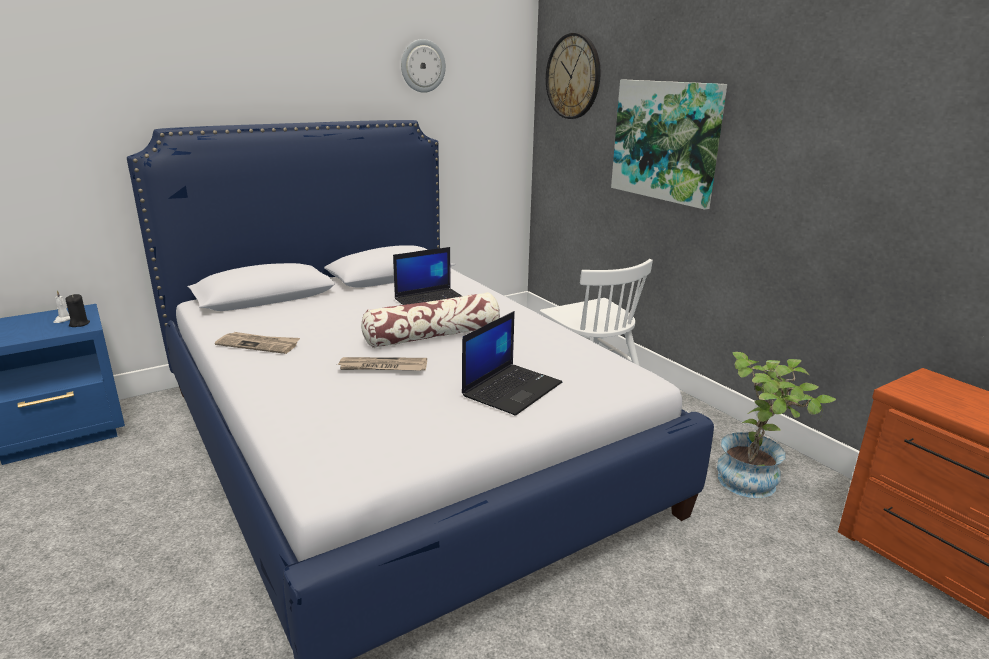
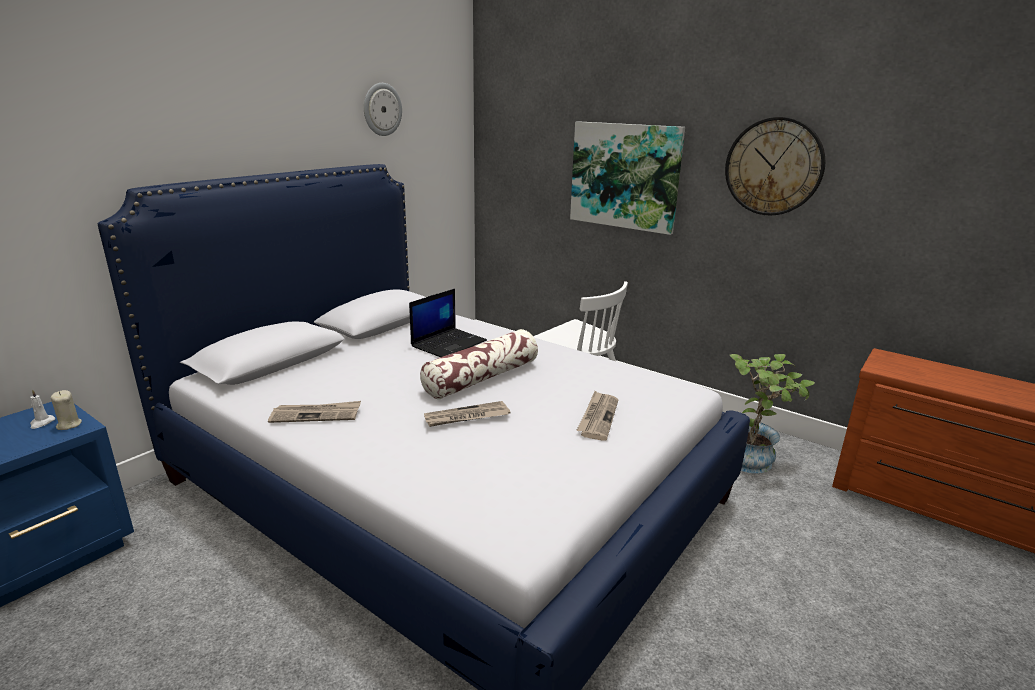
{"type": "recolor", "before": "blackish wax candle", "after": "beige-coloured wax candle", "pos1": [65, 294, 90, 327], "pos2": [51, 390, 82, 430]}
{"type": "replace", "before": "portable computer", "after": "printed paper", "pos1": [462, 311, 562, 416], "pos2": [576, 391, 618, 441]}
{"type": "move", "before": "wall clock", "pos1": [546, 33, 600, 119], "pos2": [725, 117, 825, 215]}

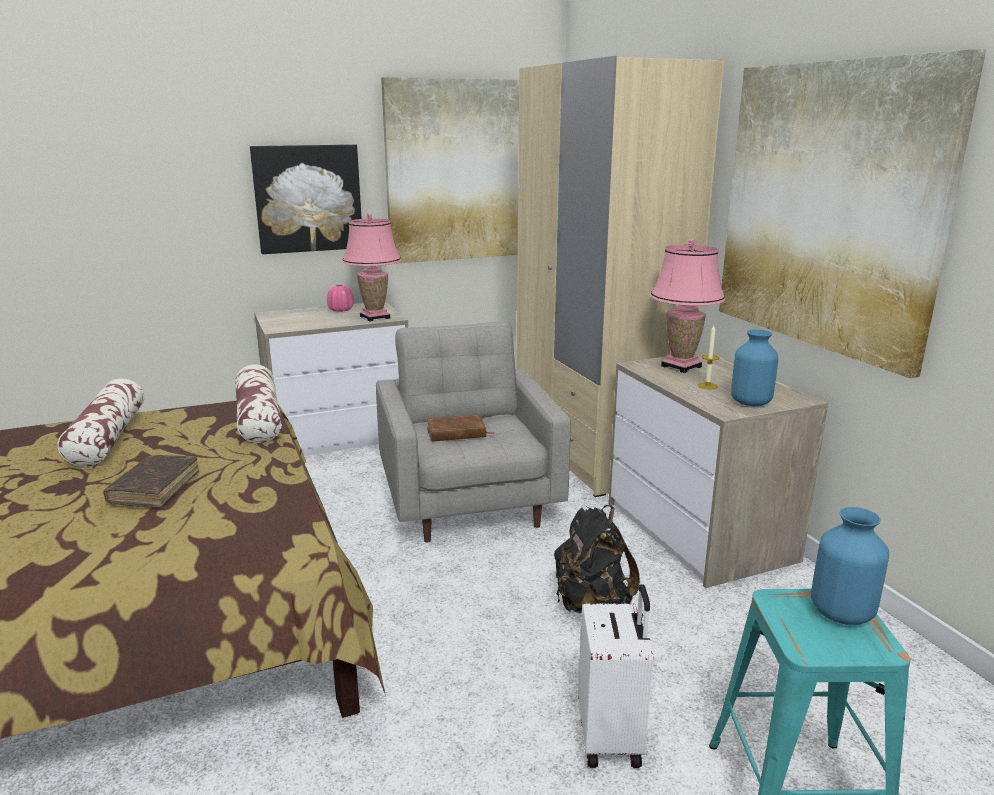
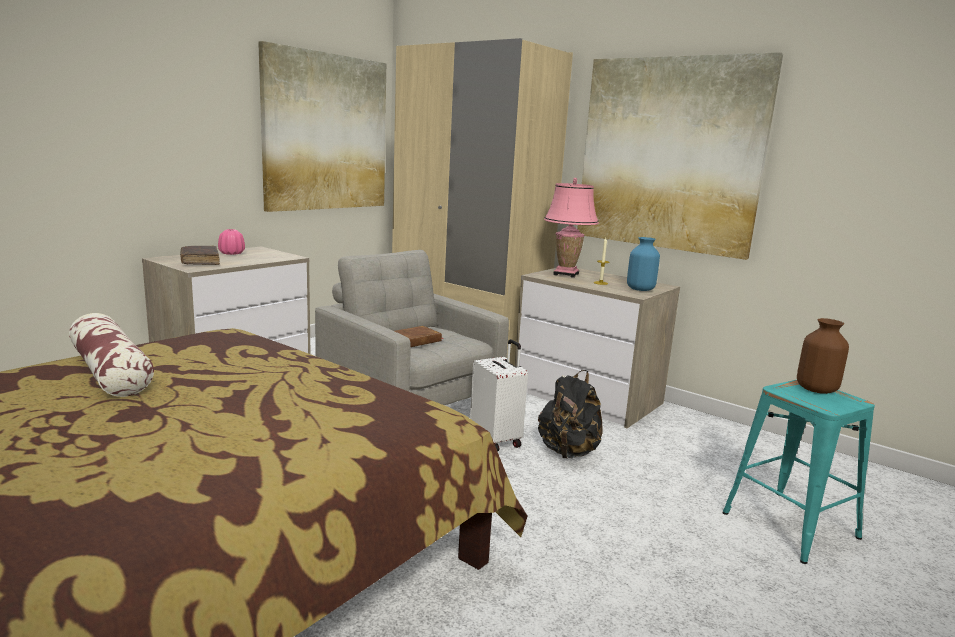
{"type": "move", "before": "brown bound book", "pos1": [103, 455, 199, 508], "pos2": [180, 246, 220, 265]}
{"type": "delete", "before": "cushion", "pos1": [235, 365, 282, 443]}
{"type": "delete", "before": "picture", "pos1": [250, 144, 362, 254]}
{"type": "delete", "before": "pink-coloured lamp for a table", "pos1": [342, 213, 401, 322]}
{"type": "move", "before": "whitish suitcase", "pos1": [578, 584, 654, 768], "pos2": [470, 339, 528, 452]}
{"type": "recolor", "before": "bluish flower vase", "after": "brown flower vase", "pos1": [811, 507, 889, 625], "pos2": [797, 318, 849, 394]}

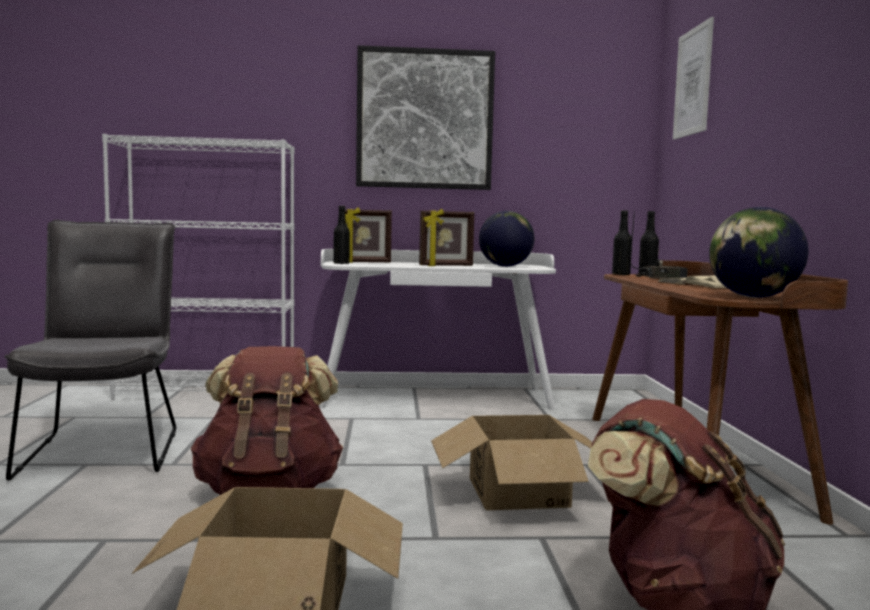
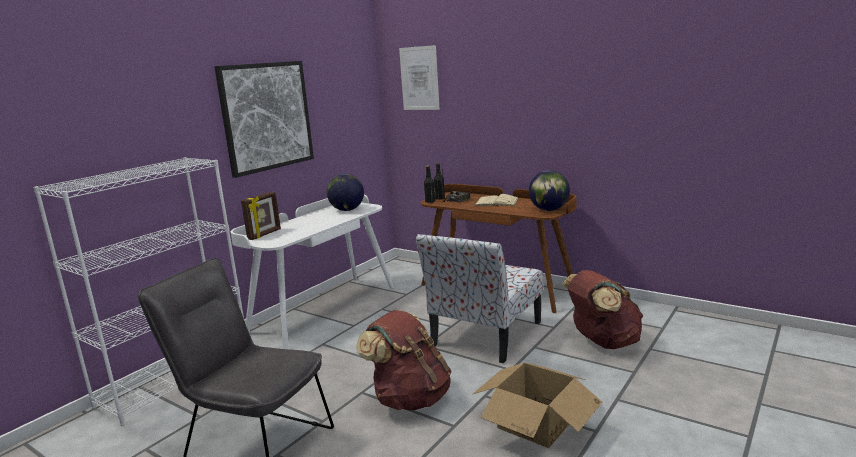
{"type": "delete", "before": "blackish drink bottle", "pos1": [333, 206, 350, 264]}
{"type": "delete", "before": "standing frame", "pos1": [419, 209, 474, 266]}
{"type": "replace", "before": "cardboard box", "after": "chair", "pos1": [431, 415, 592, 510], "pos2": [416, 234, 543, 363]}

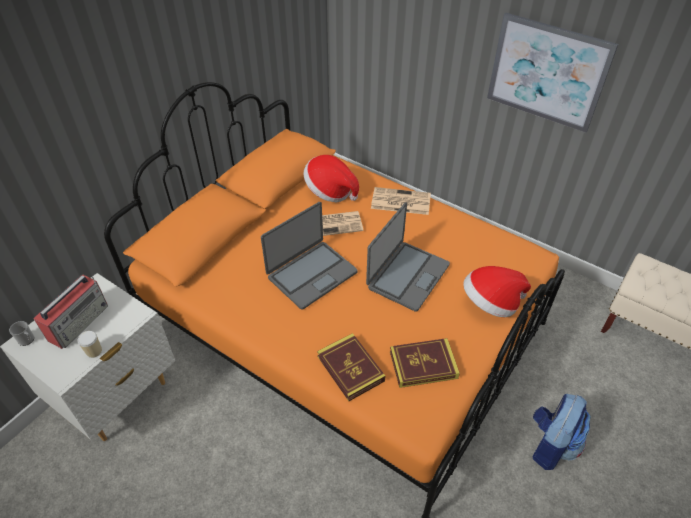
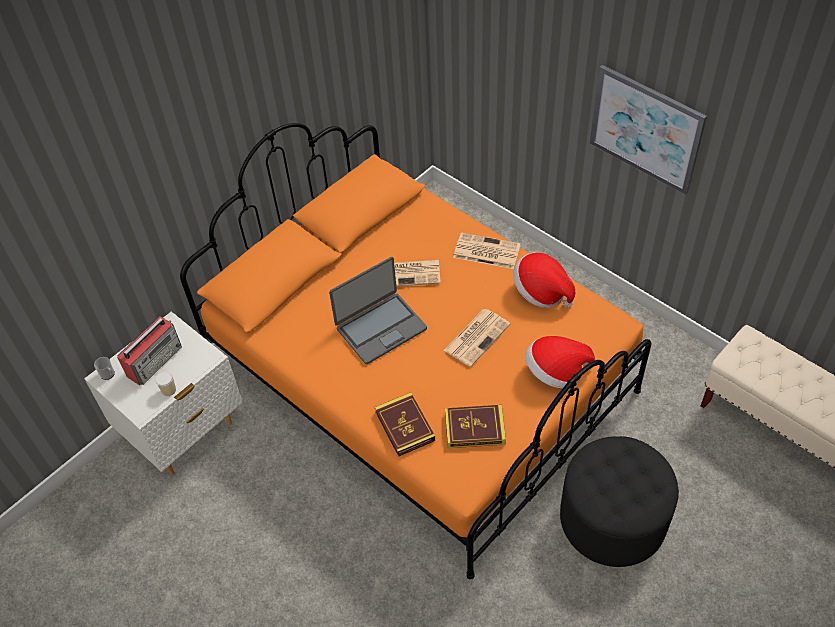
{"type": "move", "before": "hat", "pos1": [304, 155, 359, 202], "pos2": [513, 253, 575, 308]}
{"type": "replace", "before": "portable computer", "after": "printed paper", "pos1": [366, 203, 450, 312], "pos2": [443, 309, 510, 367]}
{"type": "replace", "before": "backpack", "after": "blackish ottoman", "pos1": [532, 394, 591, 470], "pos2": [560, 436, 679, 567]}

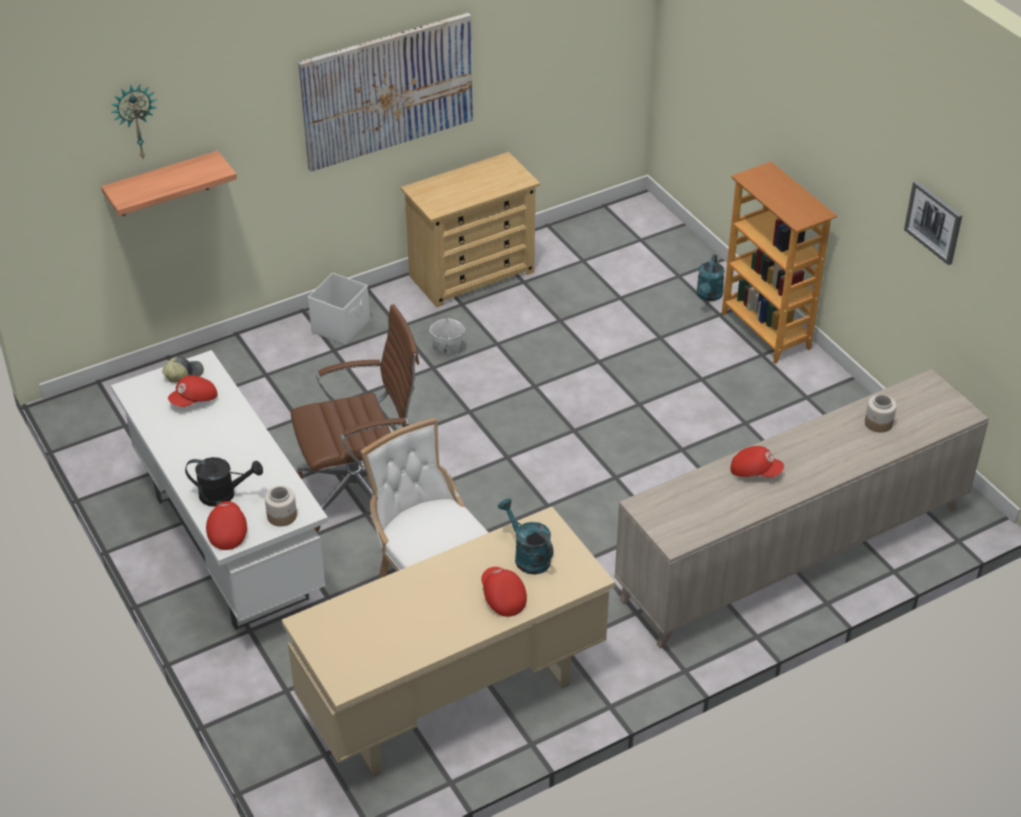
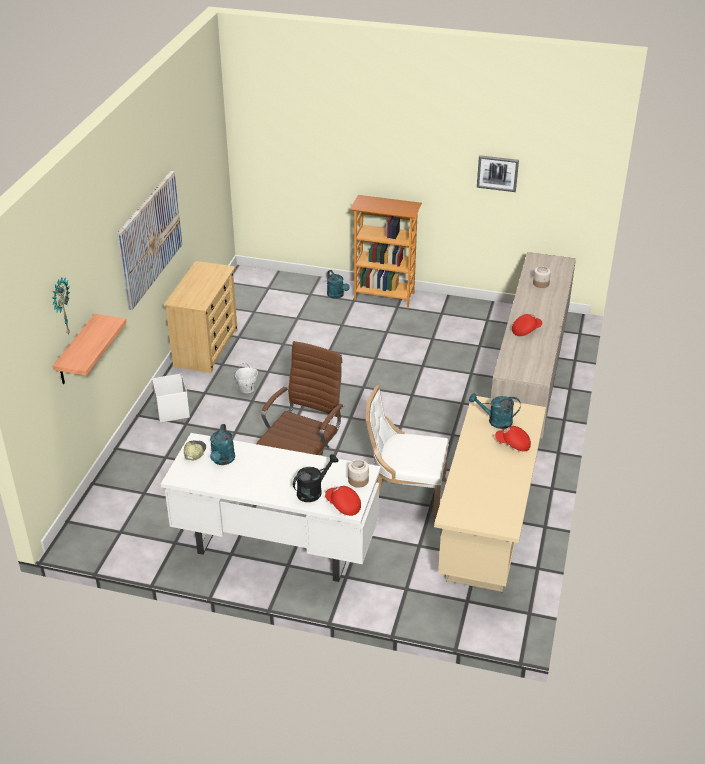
{"type": "replace", "before": "red peaked cap", "after": "blue-green sprinkling can", "pos1": [168, 375, 218, 407], "pos2": [210, 424, 235, 465]}

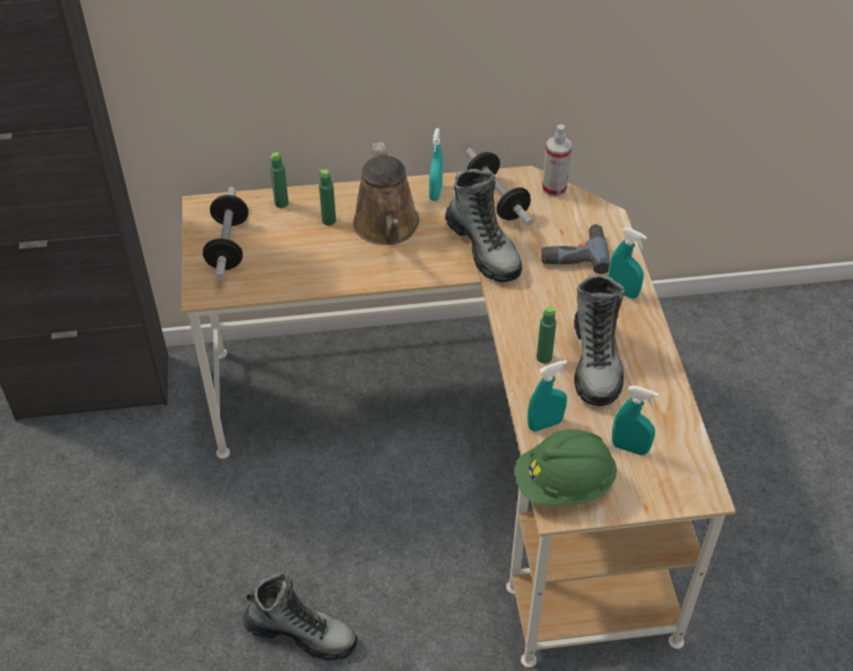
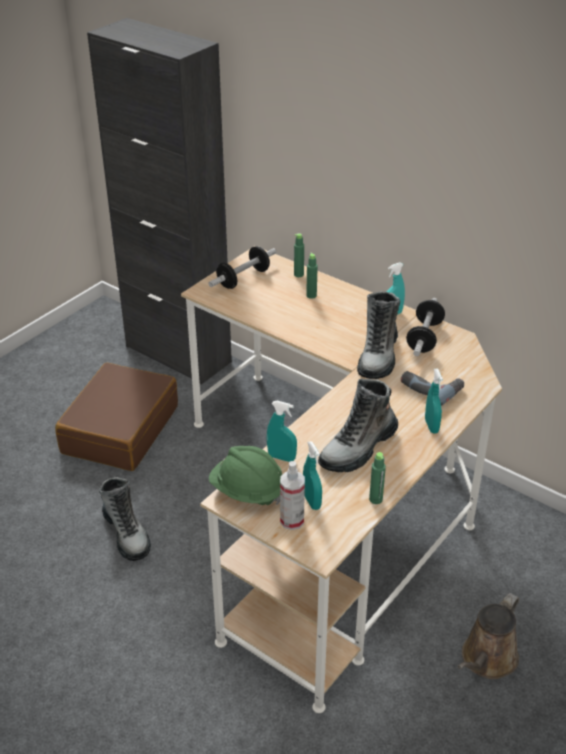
{"type": "move", "before": "brown sprinkling can", "pos1": [353, 142, 419, 245], "pos2": [458, 593, 519, 679]}
{"type": "move", "before": "greenish drink bottle", "pos1": [537, 306, 557, 364], "pos2": [369, 452, 386, 504]}
{"type": "move", "before": "hand sprayer", "pos1": [542, 124, 572, 197], "pos2": [280, 461, 305, 530]}
{"type": "insert", "after": "brown suitcase", "pos2": [55, 363, 178, 471]}

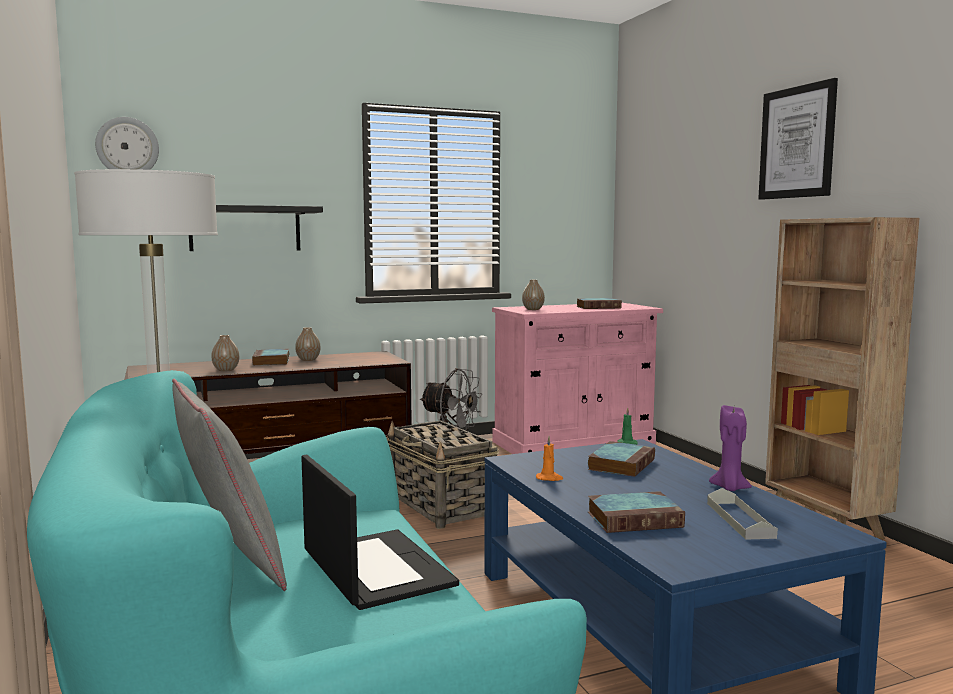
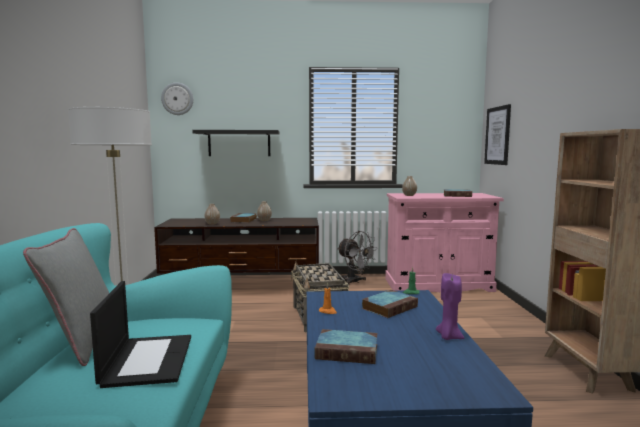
{"type": "delete", "before": "gray serving tray", "pos1": [707, 488, 778, 540]}
{"type": "move", "before": "picture", "pos1": [758, 78, 838, 200], "pos2": [484, 104, 511, 165]}

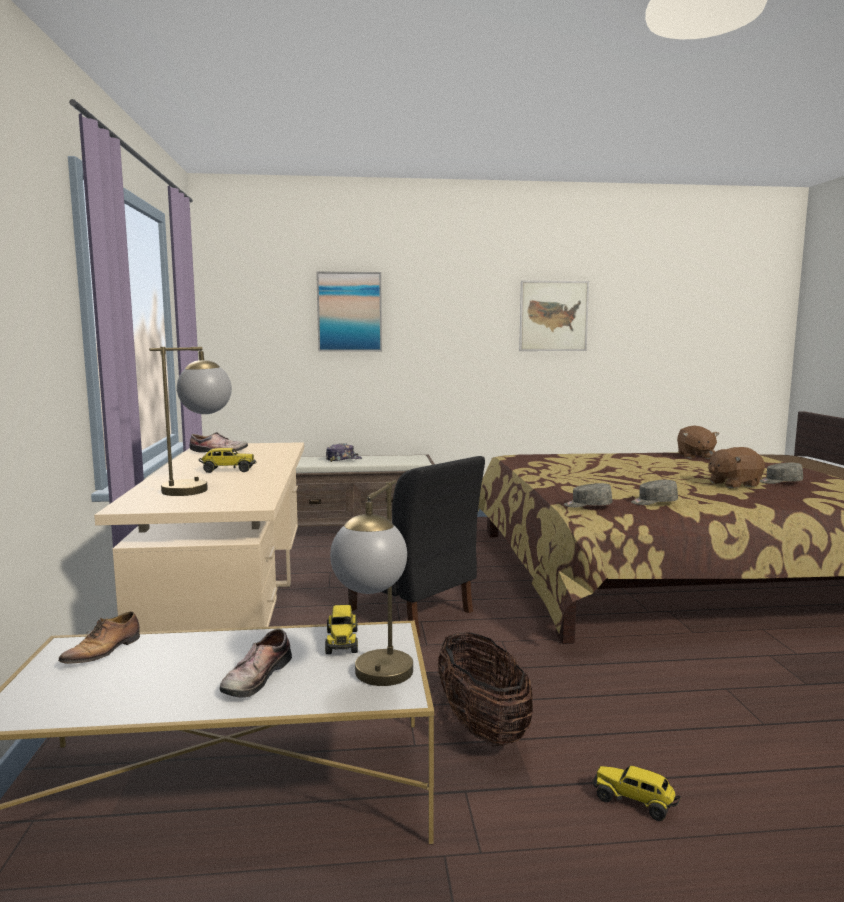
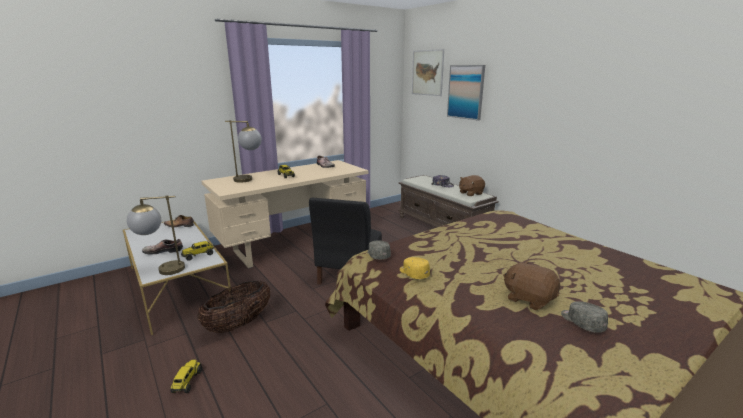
{"type": "move", "before": "picture", "pos1": [519, 280, 589, 351], "pos2": [412, 49, 444, 96]}
{"type": "recolor", "before": "gray peaked cap", "after": "yellowish peaked cap", "pos1": [631, 480, 678, 505], "pos2": [400, 257, 430, 279]}
{"type": "move", "before": "brown cuddly toy", "pos1": [677, 425, 719, 459], "pos2": [459, 175, 485, 196]}

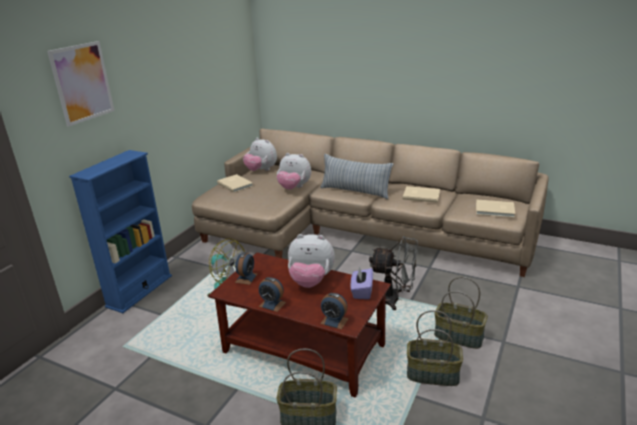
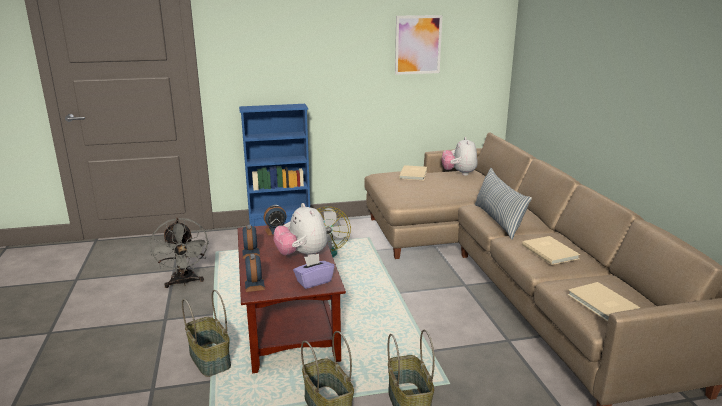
{"type": "move", "before": "picture", "pos1": [47, 41, 115, 127], "pos2": [395, 15, 443, 75]}
{"type": "delete", "before": "cuddly toy", "pos1": [277, 153, 311, 190]}
{"type": "move", "before": "gray fan", "pos1": [369, 236, 418, 310], "pos2": [150, 218, 209, 288]}

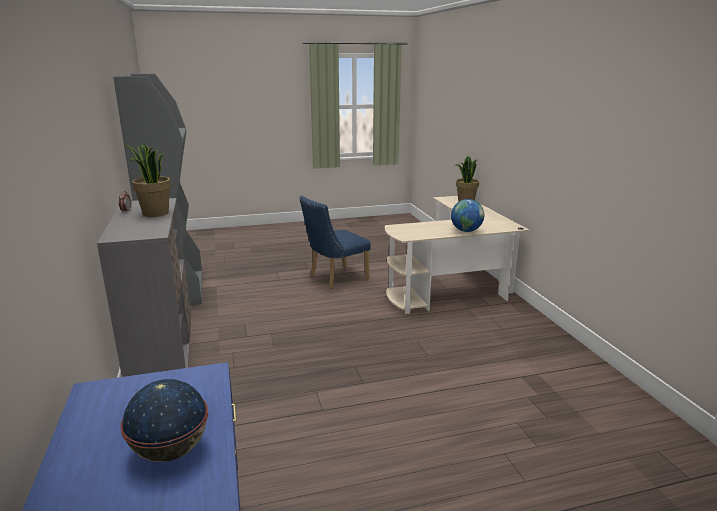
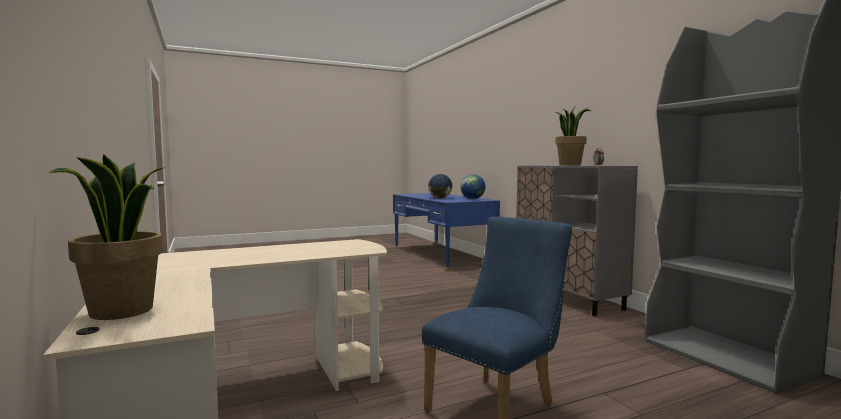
{"type": "move", "before": "globe", "pos1": [451, 199, 484, 232], "pos2": [461, 174, 486, 199]}

